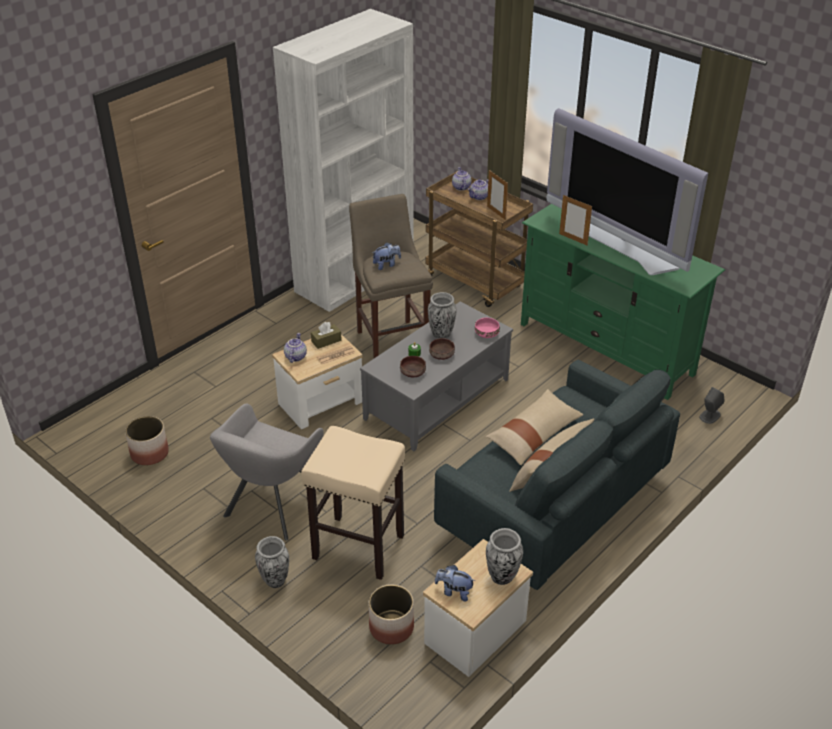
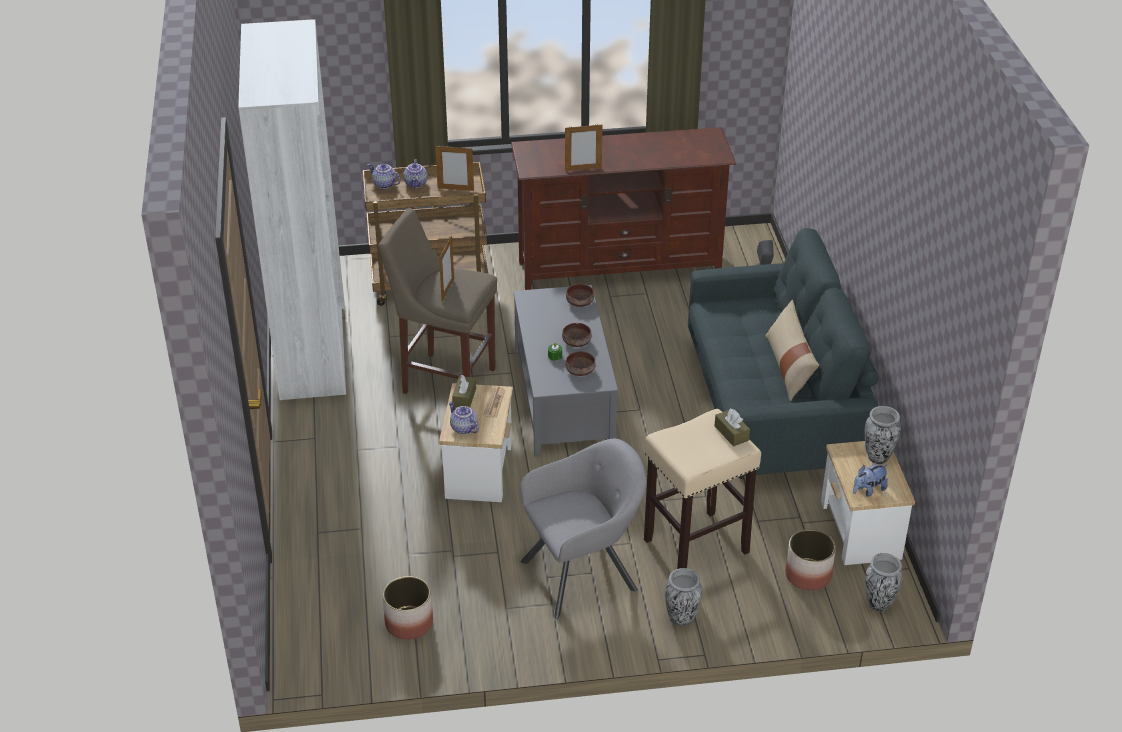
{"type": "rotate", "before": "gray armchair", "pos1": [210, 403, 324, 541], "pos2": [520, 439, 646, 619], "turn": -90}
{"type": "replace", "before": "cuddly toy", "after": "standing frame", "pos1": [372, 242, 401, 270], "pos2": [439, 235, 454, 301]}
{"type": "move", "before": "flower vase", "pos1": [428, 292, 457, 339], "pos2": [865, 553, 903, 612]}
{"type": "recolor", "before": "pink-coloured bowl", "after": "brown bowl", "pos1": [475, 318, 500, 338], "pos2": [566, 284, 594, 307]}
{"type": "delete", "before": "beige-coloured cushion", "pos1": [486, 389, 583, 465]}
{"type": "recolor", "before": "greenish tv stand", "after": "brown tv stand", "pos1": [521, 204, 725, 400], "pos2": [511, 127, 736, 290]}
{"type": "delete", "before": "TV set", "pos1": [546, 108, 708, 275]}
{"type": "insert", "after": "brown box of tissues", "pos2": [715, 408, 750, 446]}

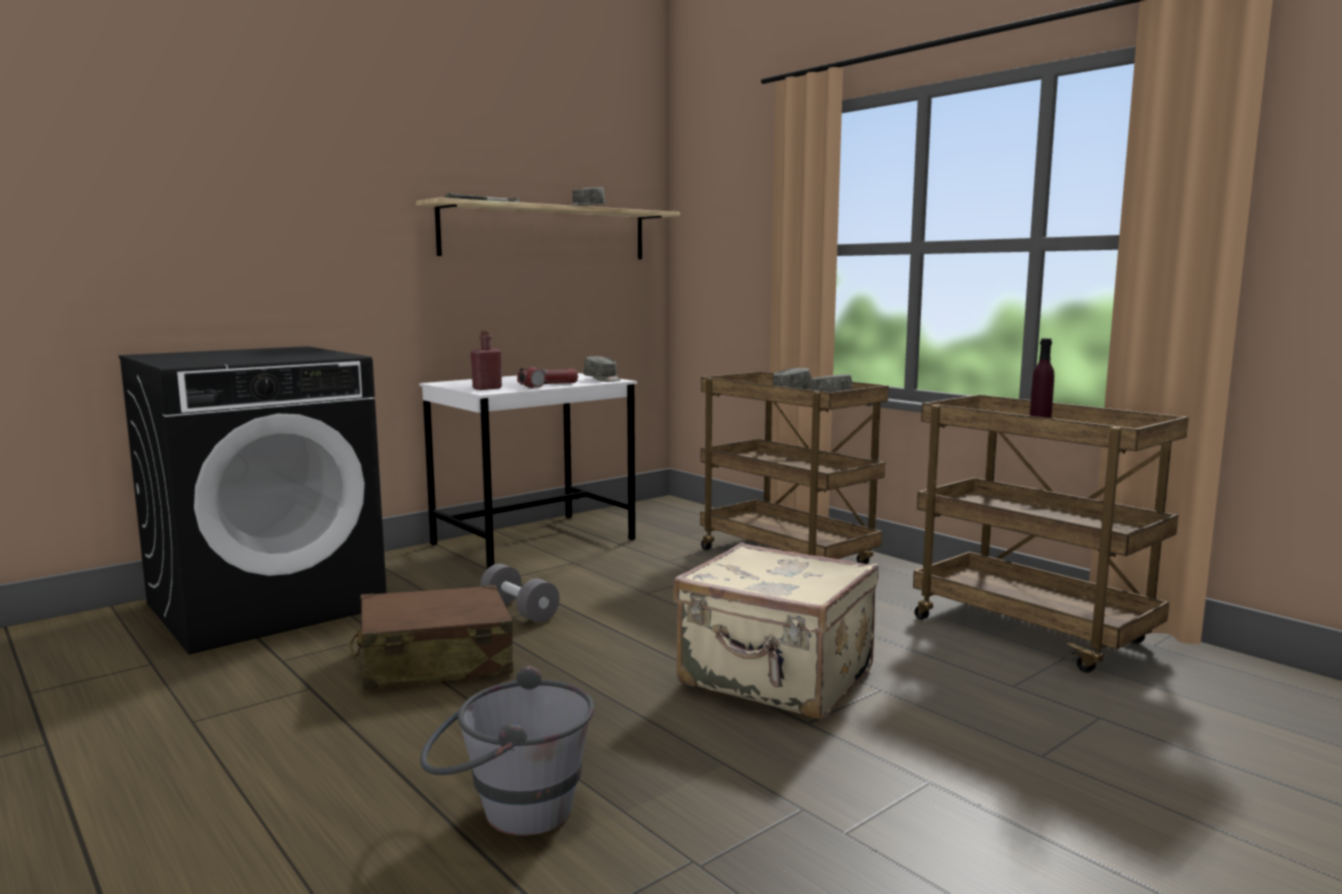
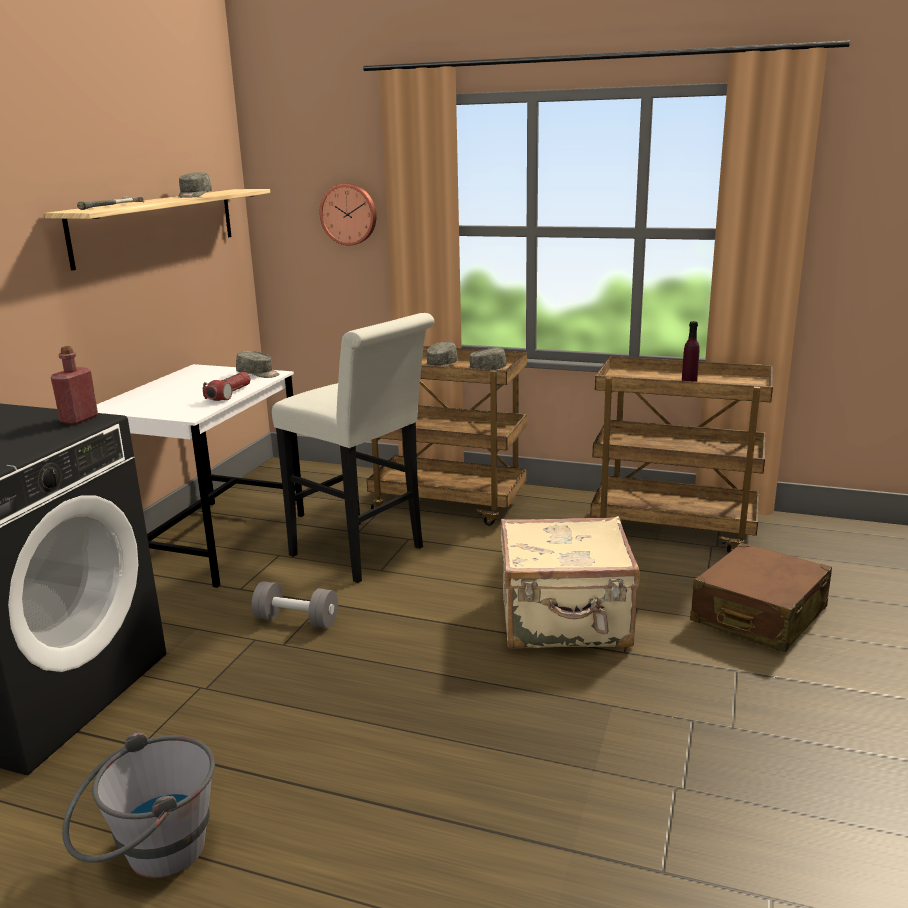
{"type": "move", "before": "brown suitcase", "pos1": [350, 585, 513, 689], "pos2": [690, 543, 832, 652]}
{"type": "move", "before": "gray pail", "pos1": [420, 666, 594, 836], "pos2": [62, 732, 215, 878]}
{"type": "move", "before": "red drink bottle", "pos1": [470, 330, 502, 390], "pos2": [51, 346, 98, 425]}
{"type": "insert", "after": "whitish stool", "pos2": [272, 313, 435, 583]}
{"type": "insert", "after": "wall clock", "pos2": [320, 184, 376, 246]}

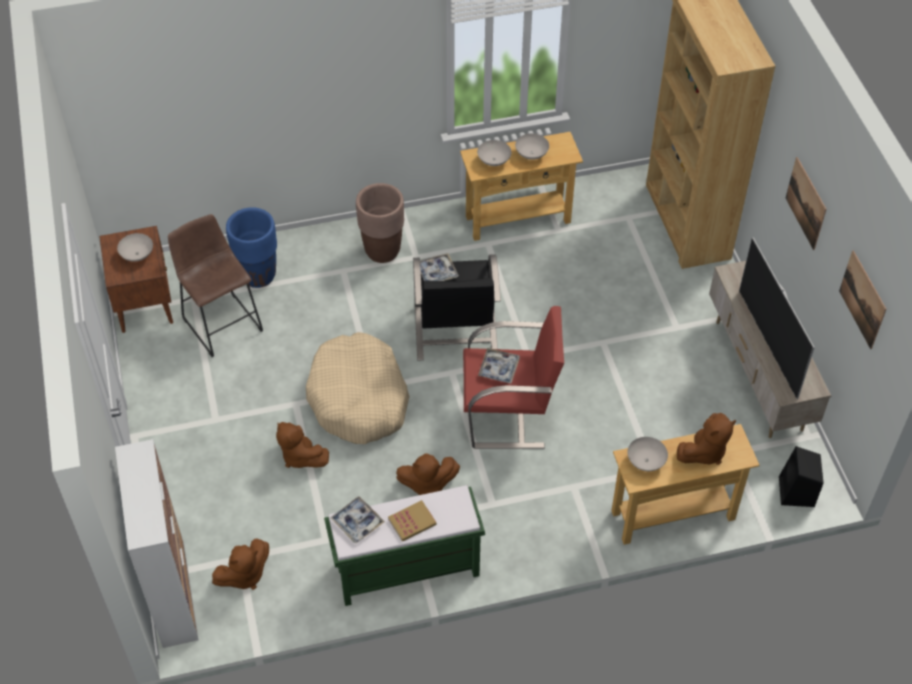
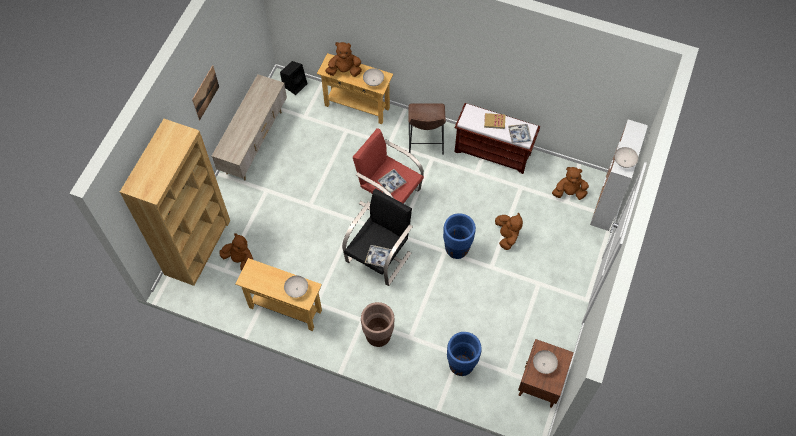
{"type": "move", "before": "brown stool", "pos1": [168, 214, 263, 357], "pos2": [408, 103, 446, 155]}
{"type": "replace", "before": "beige-coloured pet bed", "after": "bluish plant pot", "pos1": [306, 332, 410, 444], "pos2": [443, 213, 476, 259]}
{"type": "recolor", "before": "greenish bench", "after": "brown bench", "pos1": [324, 485, 485, 606], "pos2": [454, 103, 540, 174]}
{"type": "move", "before": "brown cuddly toy", "pos1": [396, 453, 460, 495], "pos2": [219, 233, 253, 271]}
{"type": "move", "before": "whitish bowl", "pos1": [515, 133, 549, 160], "pos2": [614, 147, 638, 168]}
{"type": "delete", "before": "TV set", "pos1": [739, 237, 815, 399]}
{"type": "delete", "before": "picture", "pos1": [839, 250, 886, 349]}

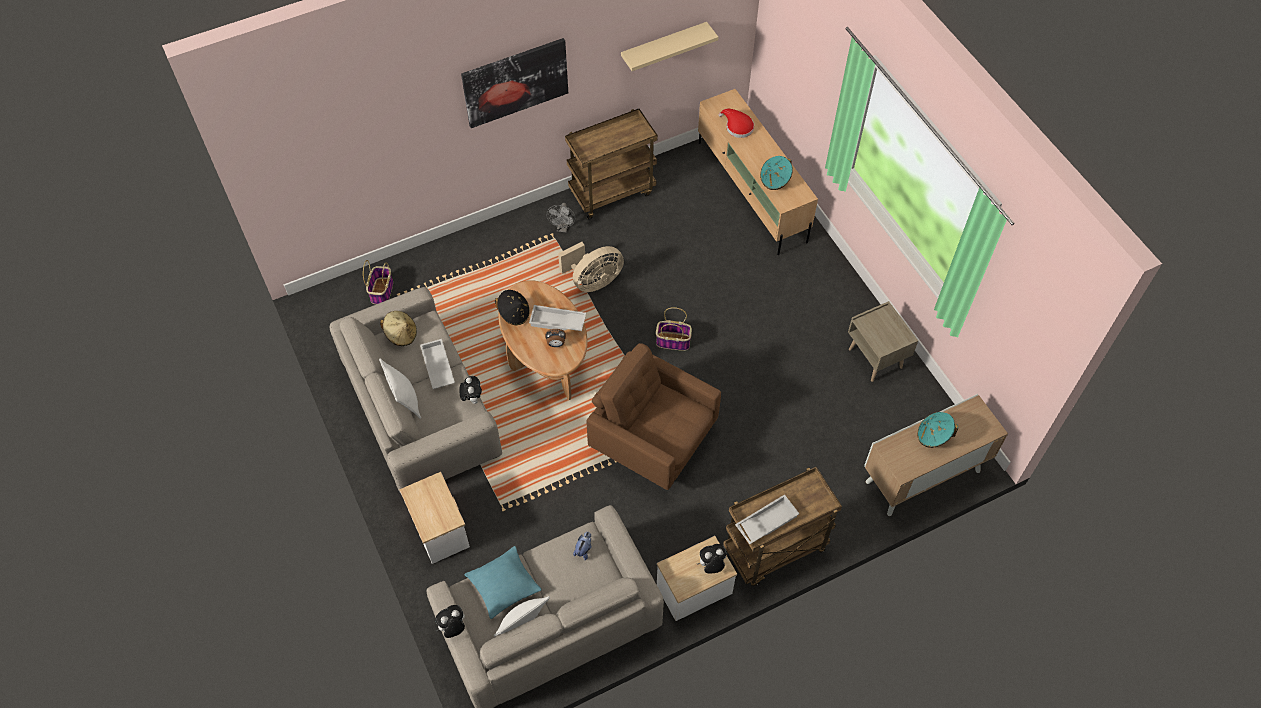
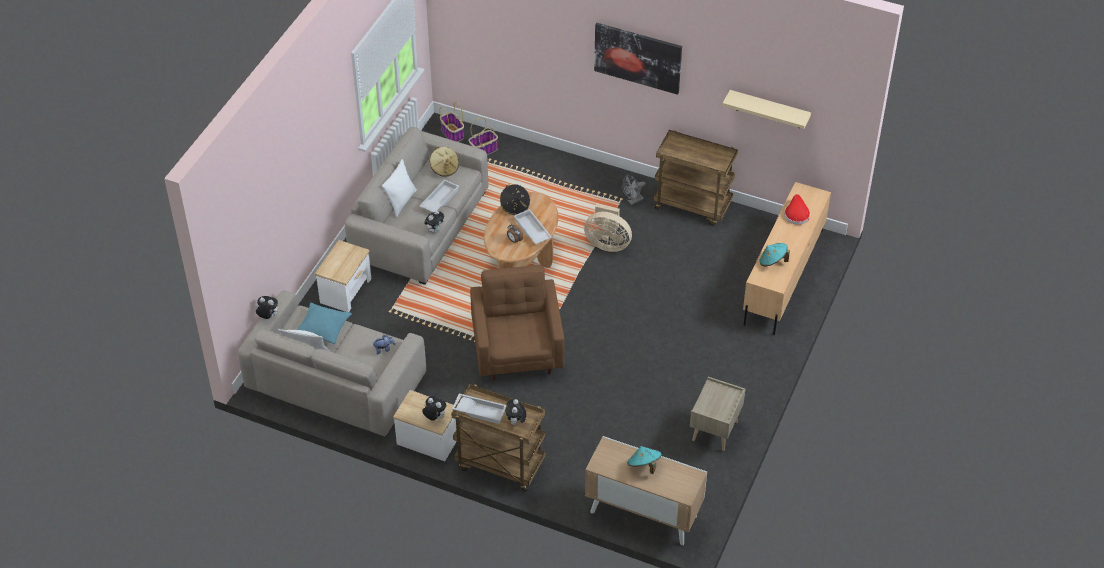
{"type": "move", "before": "storage basket", "pos1": [656, 307, 692, 351], "pos2": [439, 102, 464, 142]}
{"type": "insert", "after": "cuddly toy", "pos2": [506, 399, 526, 425]}

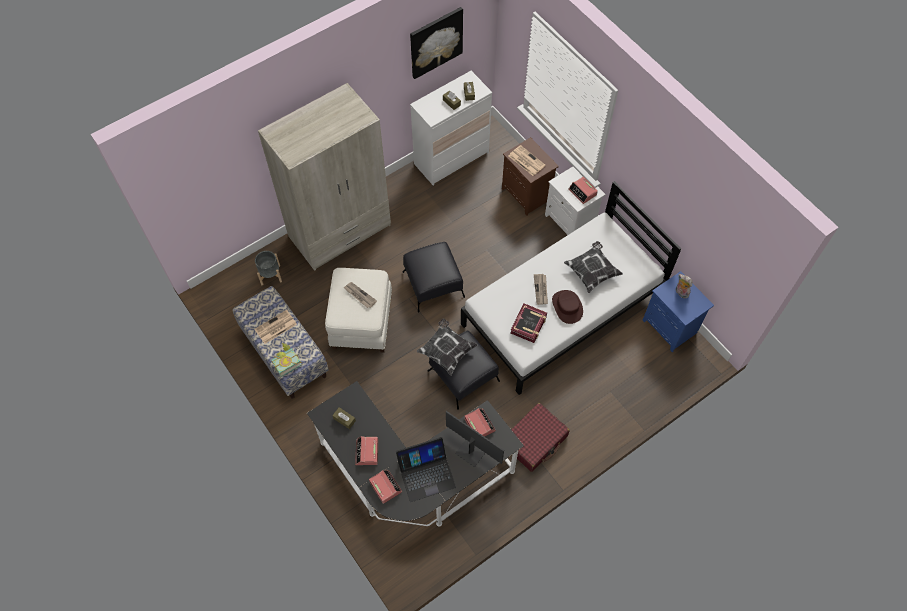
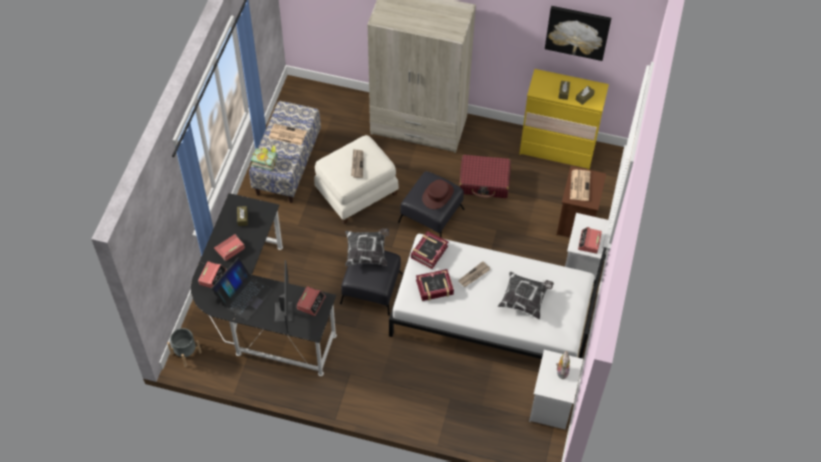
{"type": "move", "before": "gray plant pot", "pos1": [255, 251, 282, 285], "pos2": [167, 328, 202, 367]}
{"type": "rotate", "before": "portable computer", "pos1": [396, 437, 456, 502], "pos2": [211, 258, 273, 321], "turn": -90}
{"type": "recolor", "before": "whitish drawer chest", "after": "yellowish drawer chest", "pos1": [410, 71, 492, 185], "pos2": [519, 69, 609, 170]}
{"type": "move", "before": "red suitcase", "pos1": [511, 403, 570, 472], "pos2": [459, 155, 511, 199]}
{"type": "move", "before": "brown hat", "pos1": [552, 290, 583, 324], "pos2": [422, 180, 454, 209]}
{"type": "recolor", "before": "bluish night table", "after": "whitish night table", "pos1": [642, 271, 714, 352], "pos2": [529, 350, 583, 429]}
{"type": "insert", "after": "bound book", "pos2": [411, 231, 448, 269]}

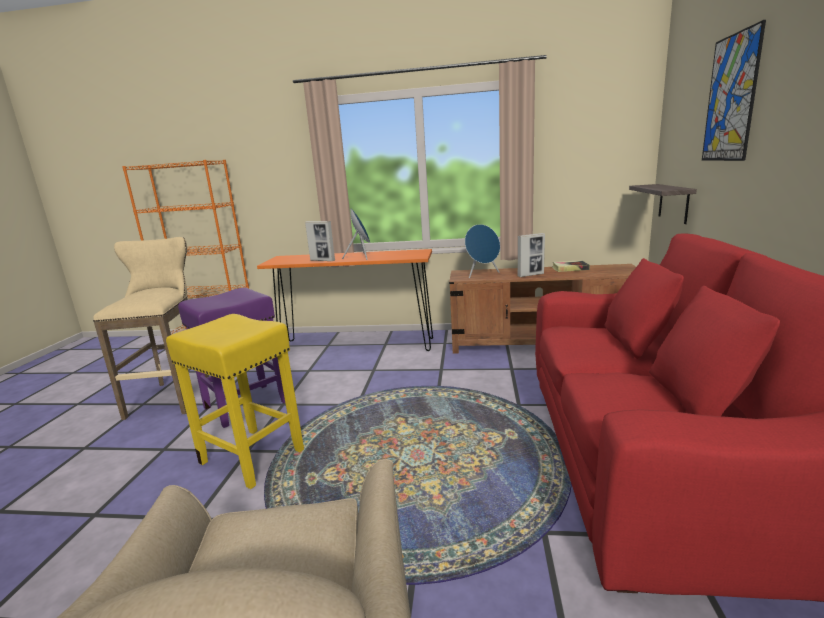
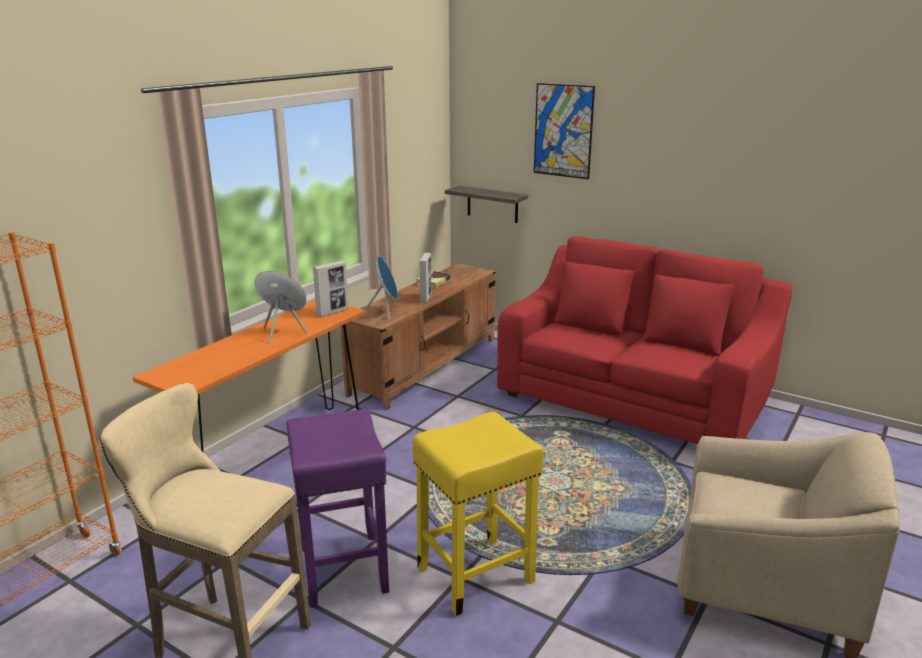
{"type": "move", "before": "standing frame", "pos1": [305, 221, 335, 261], "pos2": [313, 261, 349, 317]}

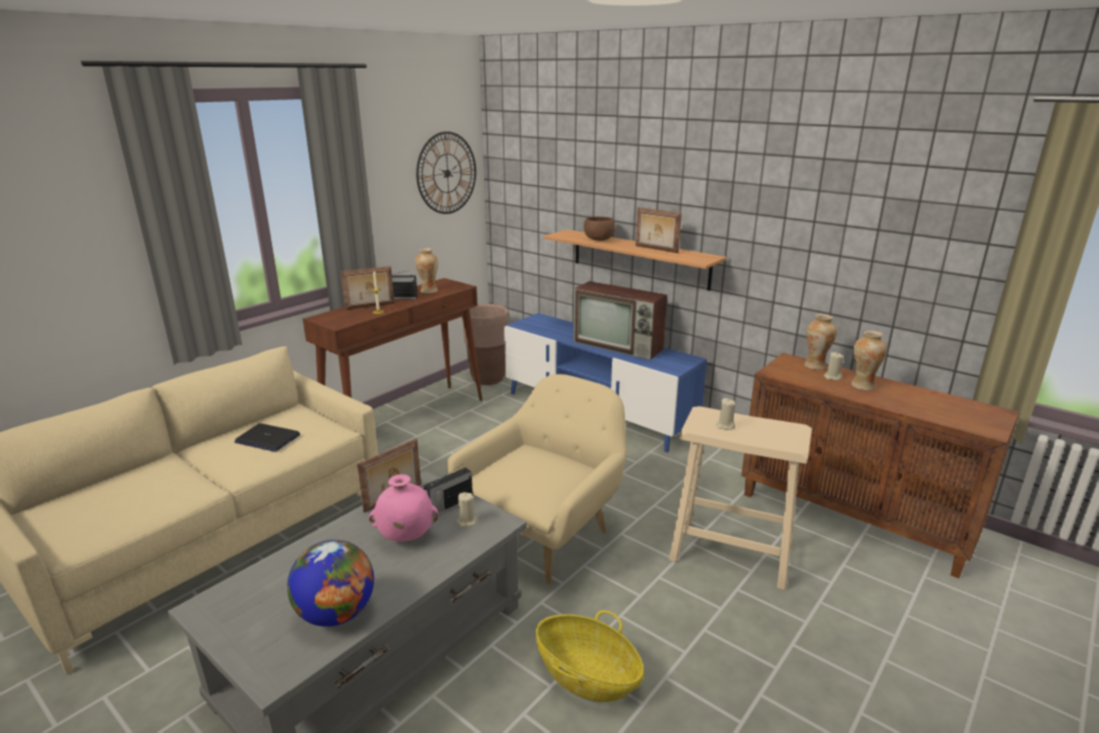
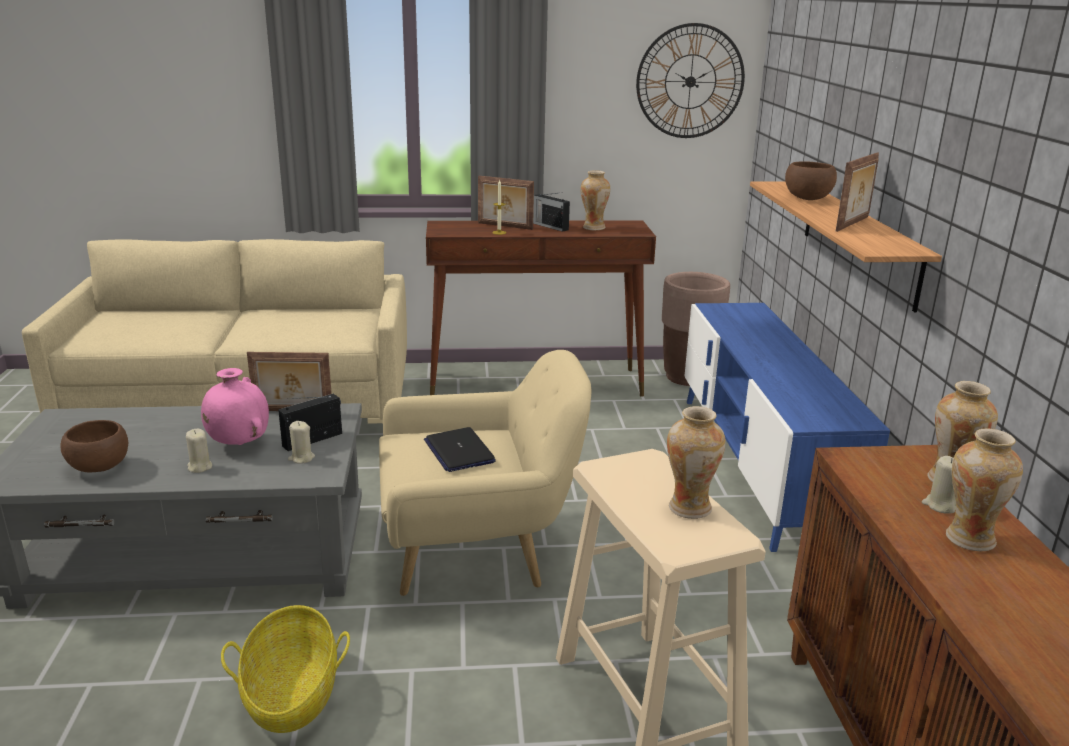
{"type": "move", "before": "portable computer", "pos1": [235, 423, 300, 452], "pos2": [424, 427, 496, 472]}
{"type": "replace", "before": "globe", "after": "brown bowl", "pos1": [287, 540, 374, 627], "pos2": [61, 420, 128, 472]}
{"type": "rotate", "before": "radio set", "pos1": [424, 464, 473, 517], "pos2": [278, 394, 342, 451], "turn": 135}
{"type": "delete", "before": "TV set", "pos1": [573, 281, 667, 360]}
{"type": "rotate", "before": "standing frame", "pos1": [636, 207, 682, 253], "pos2": [836, 152, 879, 232], "turn": -135}
{"type": "move", "before": "beige-coloured wax candle", "pos1": [716, 398, 736, 430], "pos2": [186, 429, 212, 473]}
{"type": "insert", "after": "flower vase", "pos2": [667, 406, 726, 519]}

